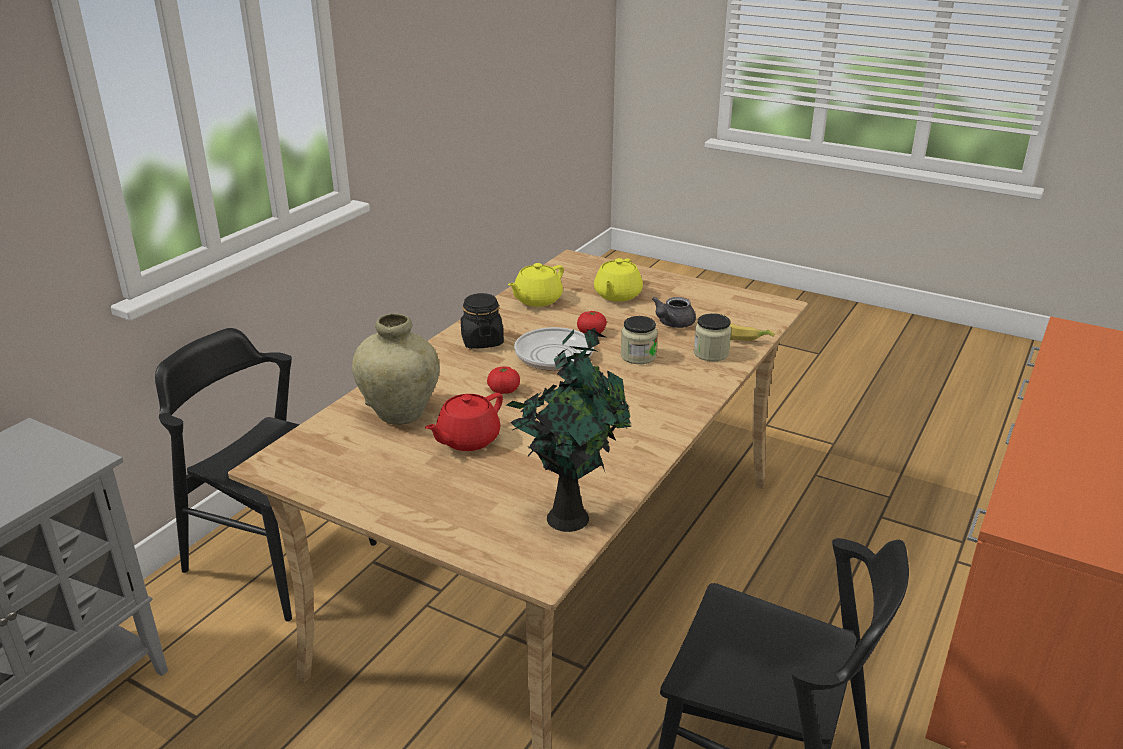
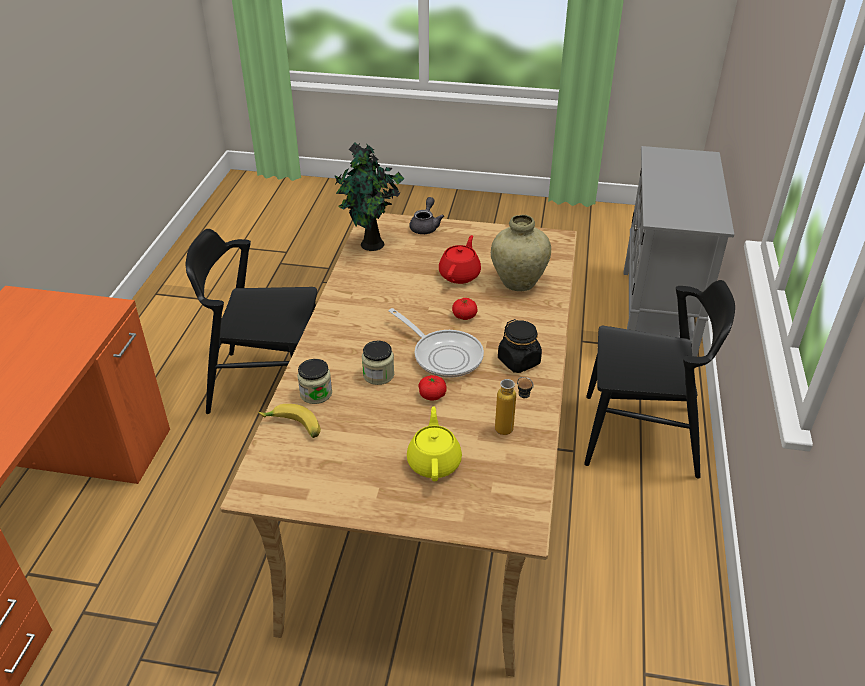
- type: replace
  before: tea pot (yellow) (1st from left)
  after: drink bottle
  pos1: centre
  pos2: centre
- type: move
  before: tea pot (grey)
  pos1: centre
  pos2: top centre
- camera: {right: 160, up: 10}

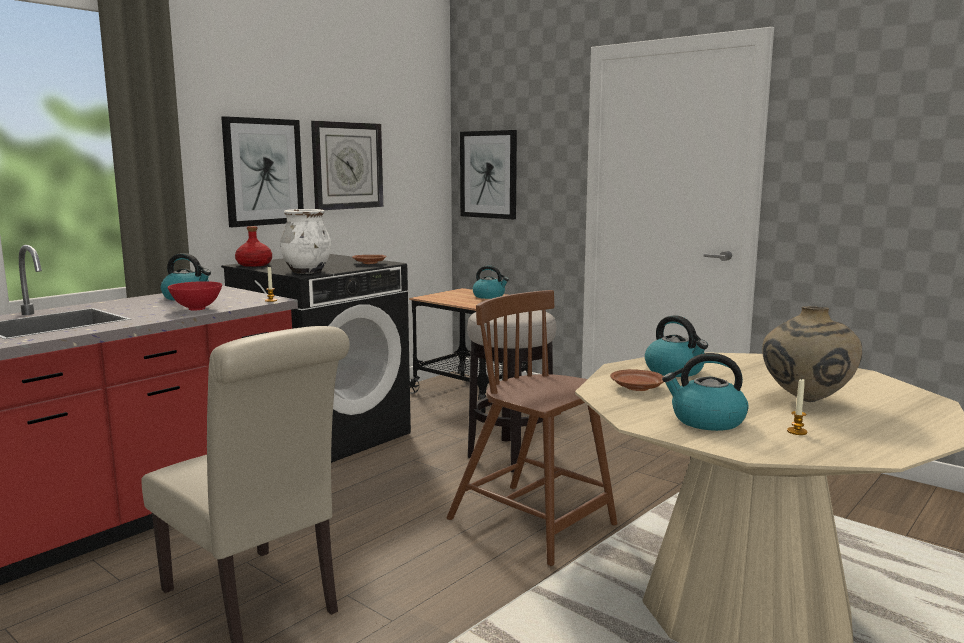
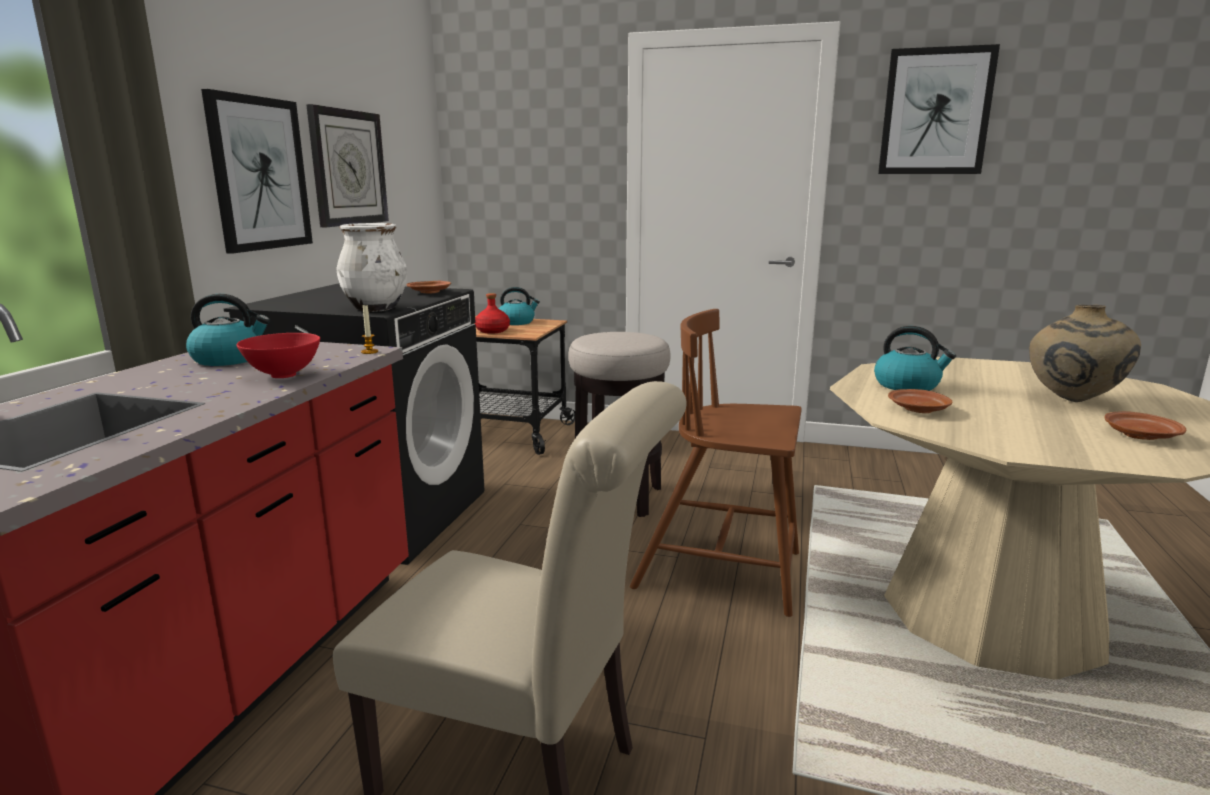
- type: move
  before: picture (2nd from left)
  pos1: top centre
  pos2: top right
- type: move
  before: drink bottle (reddish)
  pos1: middle left
  pos2: centre
- type: delete
  before: water kettle (4th from left)
  pos1: middle right
- type: replace
  before: candle (2nd from left)
  after: plate (brown-coloured) (3rd from left)
  pos1: middle right
  pos2: middle right
- camera: {right: -25, up: 5}

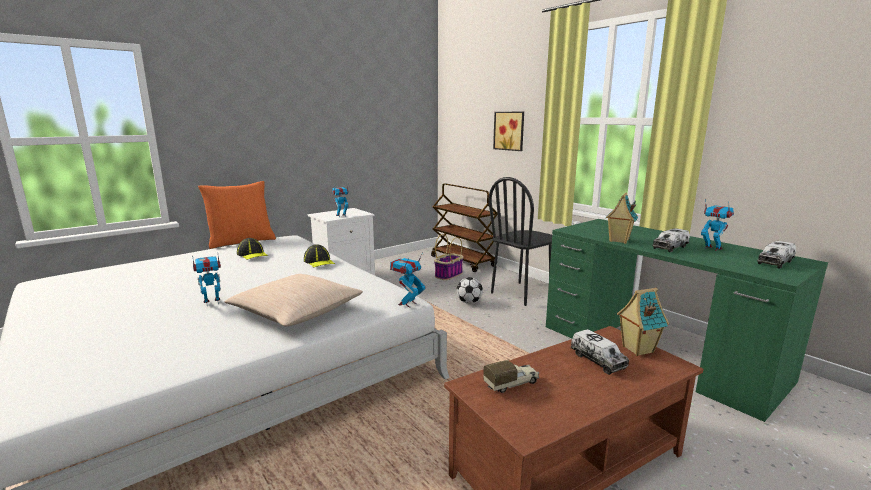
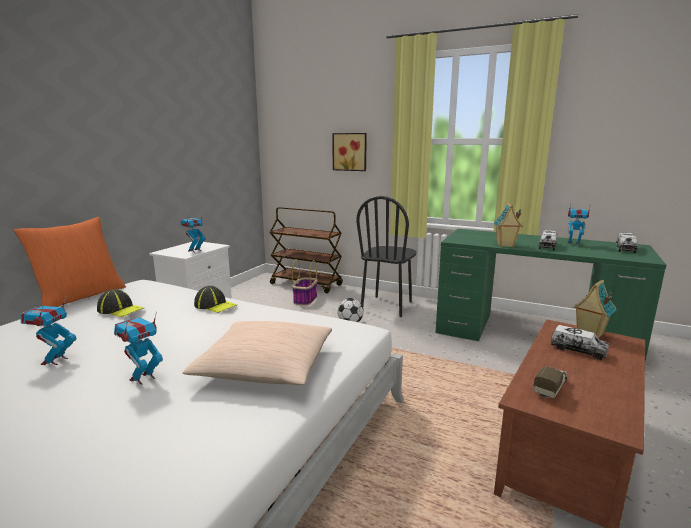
- type: move
  before: toy robot (3rd from left in the first image)
  after: toy robot (1st from left)
  pos1: centre
  pos2: middle left
- camera: {right: -25, up: 0}

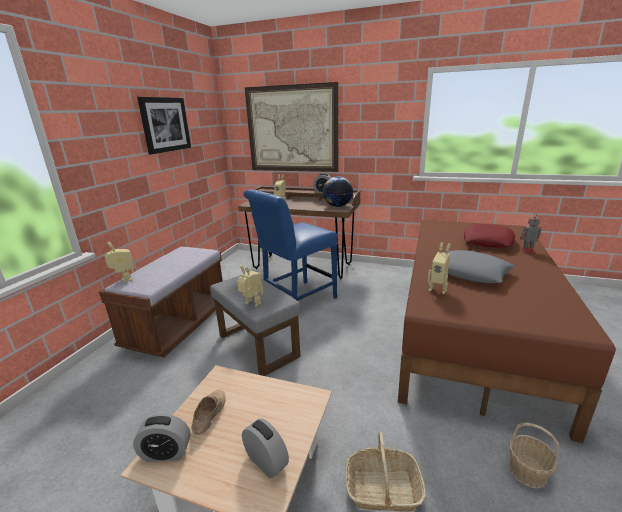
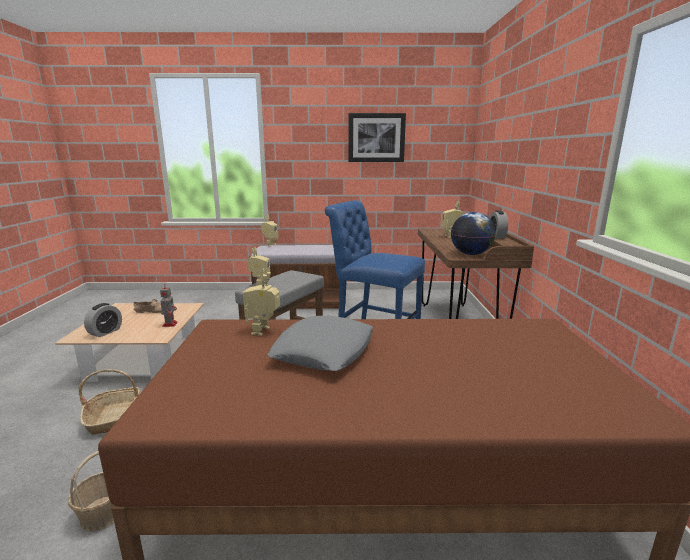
- type: delete
  before: picture (2nd from left)
  pos1: top centre
- type: move
  before: toy robot (5th from left in the first image)
  after: toy robot (1st from left)
  pos1: middle right
  pos2: middle left
- type: delete
  before: pillow (reddish)
  pos1: middle right
- type: delete
  before: bedside clock (1st from left)
  pos1: bottom left
- camera: {right: 70, up: -5}

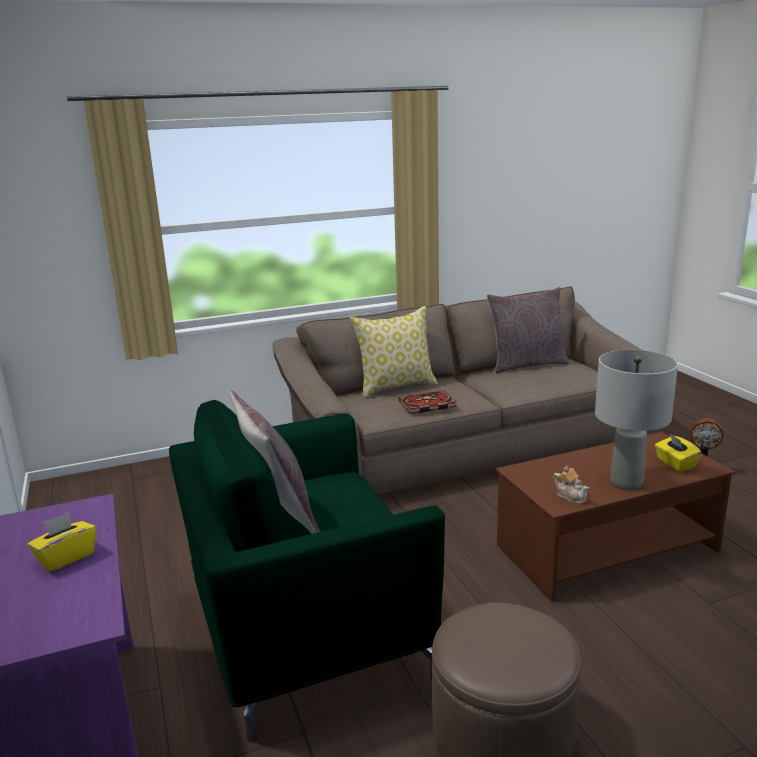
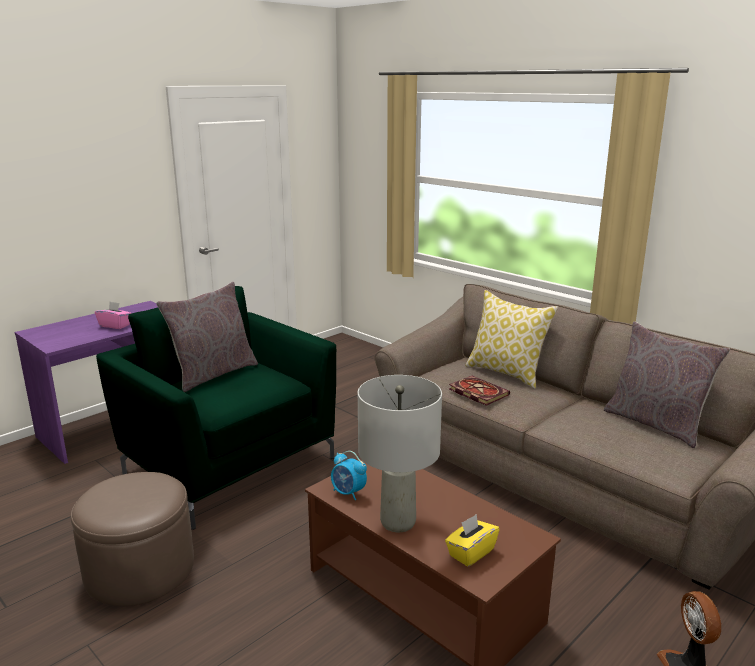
- type: replace
  before: tea pot
  after: bedside clock
  pos1: middle right
  pos2: bottom centre
- type: recolor
  before: box of tissues (yellow) (1st from left)
  after: box of tissues (pink-coloured)
  pos1: bottom left
  pos2: middle left
- camera: {right: 65, up: 0}

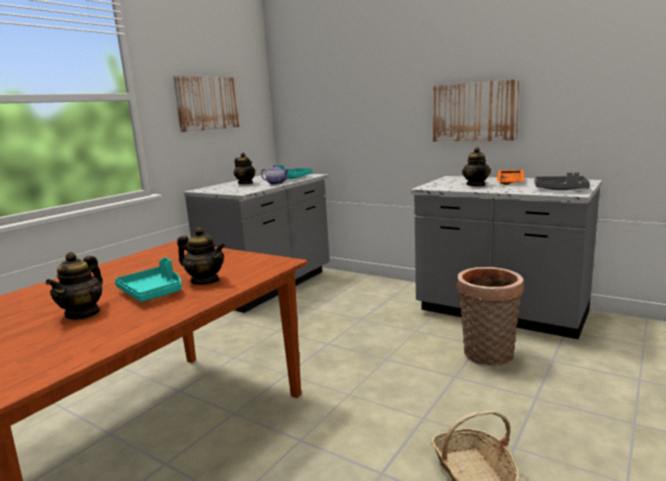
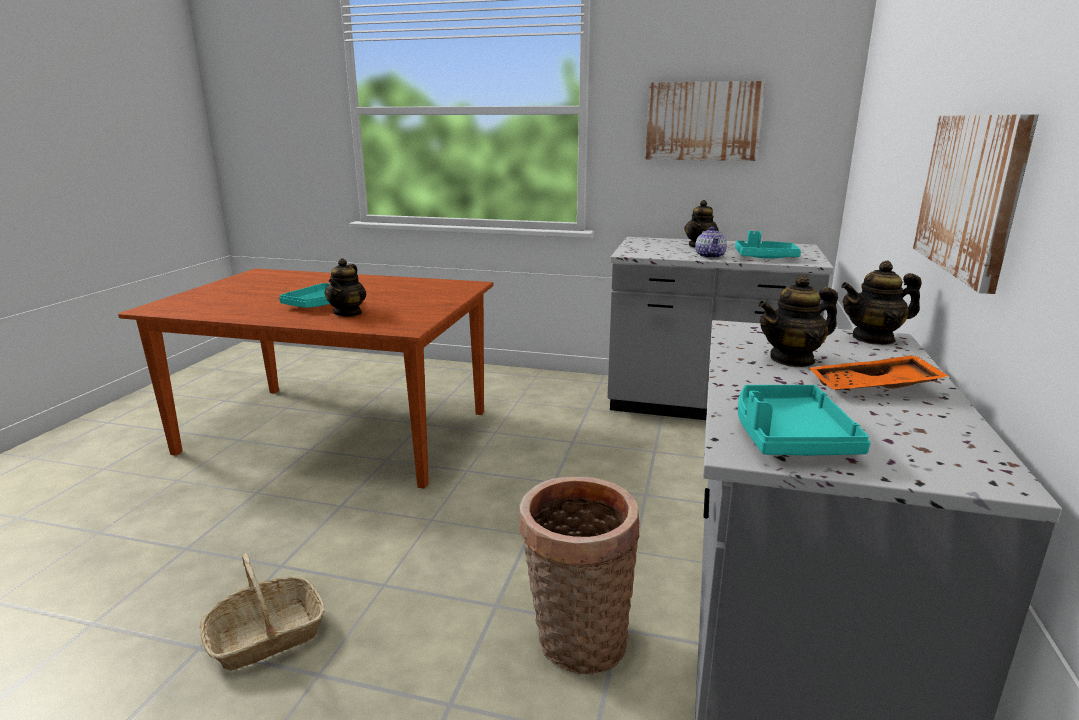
- type: recolor
  before: serving tray (grey)
  after: serving tray (blue-green) (3rd from left)
  pos1: middle right
  pos2: middle right
- type: move
  before: tea pot (1st from left in the first image)
  after: tea pot (5th from left)
  pos1: middle left
  pos2: middle right
- camera: {right: 70, up: 5}

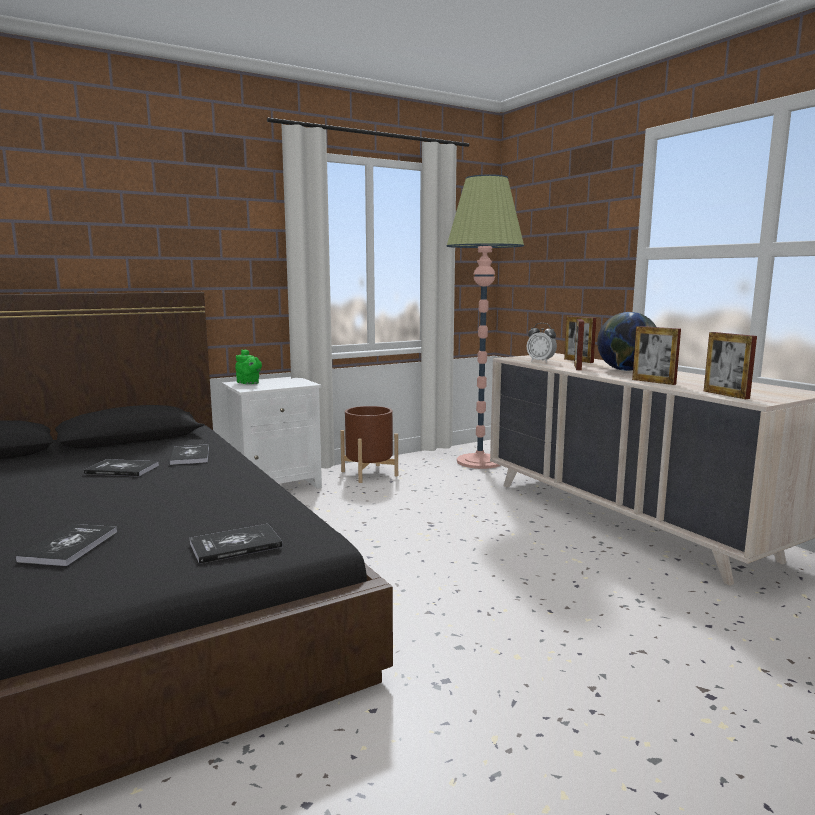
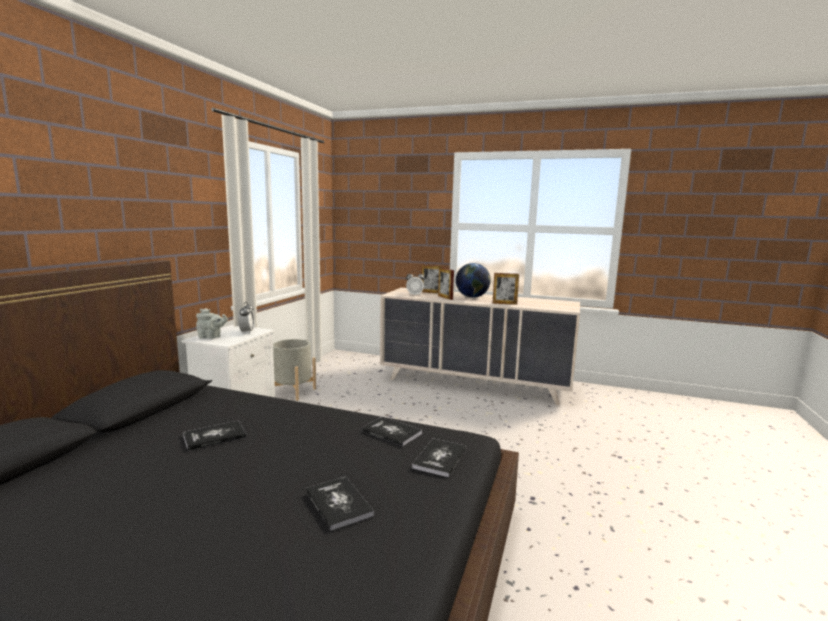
- type: delete
  before: standing lamp
  pos1: centre
- type: delete
  before: photo frame (4th from left)
  pos1: middle right
- type: recolor
  before: tea pot (green)
  after: tea pot (grey)
  pos1: middle left
  pos2: middle left
- type: recolor
  before: flower pot (brown-coloured)
  after: flower pot (grey)
  pos1: centre
  pos2: centre
- type: move
  before: volume (3rd from left)
  pos1: middle left
  pos2: bottom centre
- type: insert
  after: bedside clock (1st from left)
  pos2: middle left
- camera: {right: -40, up: 0}

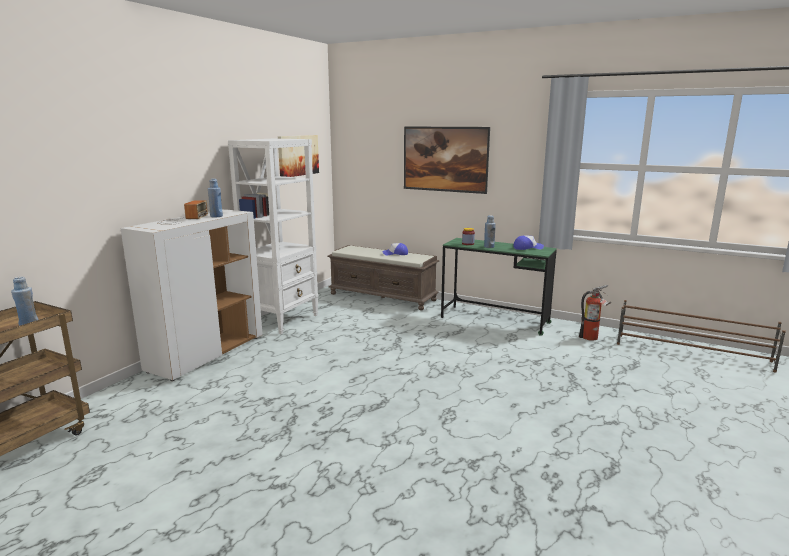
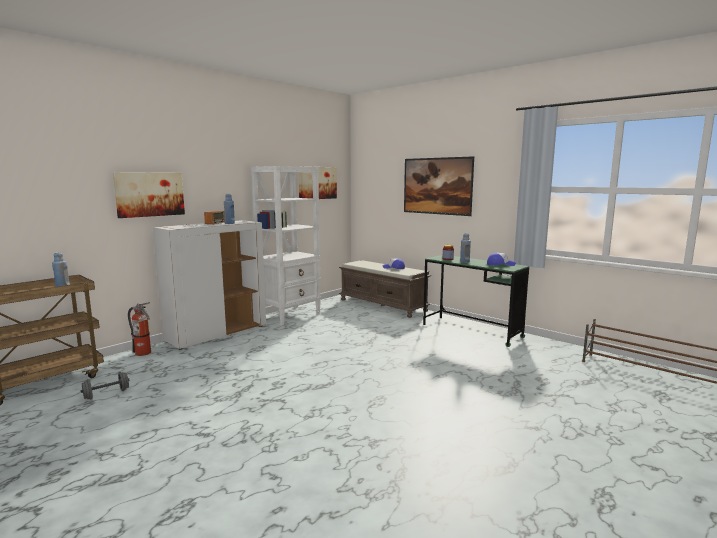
- type: move
  before: fire-fighting cylinder
  pos1: middle right
  pos2: middle left
- type: insert
  after: picture (1st from left)
  pos2: middle left
- type: insert
  after: dumbbell (grey)
  pos2: bottom left
- camera: {right: 15, up: -5}

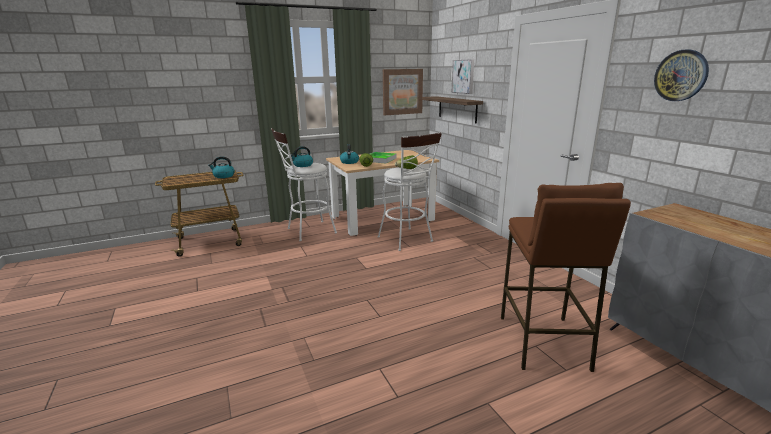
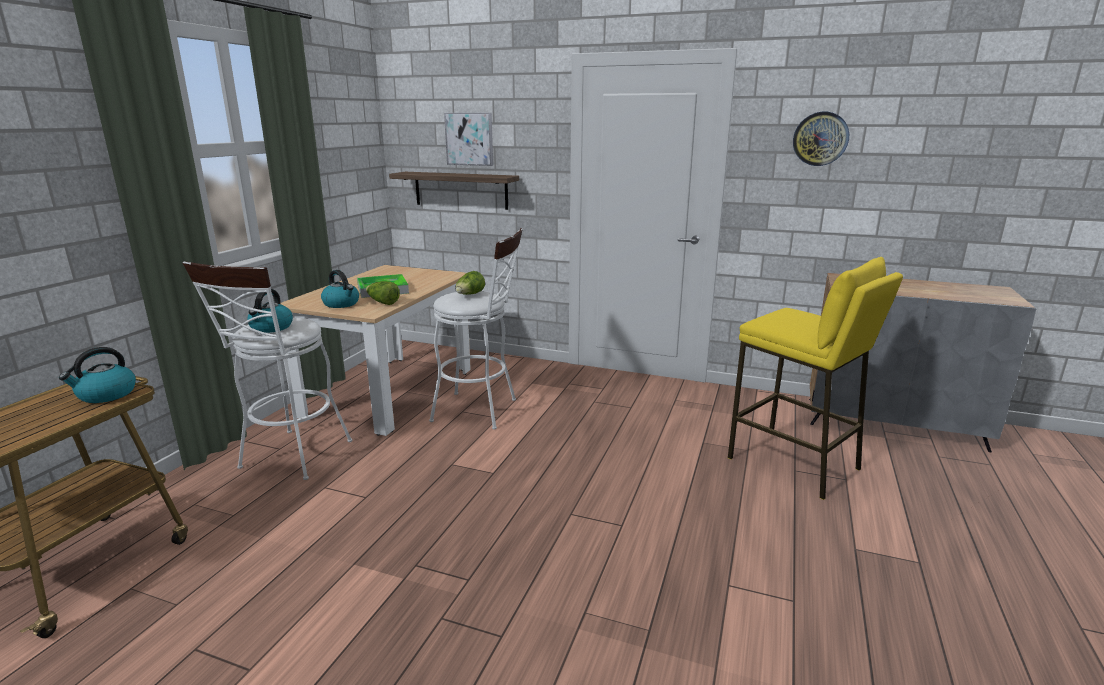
- type: delete
  before: picture (1st from left)
  pos1: top centre
- type: recolor
  before: stool (brown-coloured)
  after: stool (yellow)
  pos1: middle right
  pos2: middle right
- camera: {right: -45, up: 0}

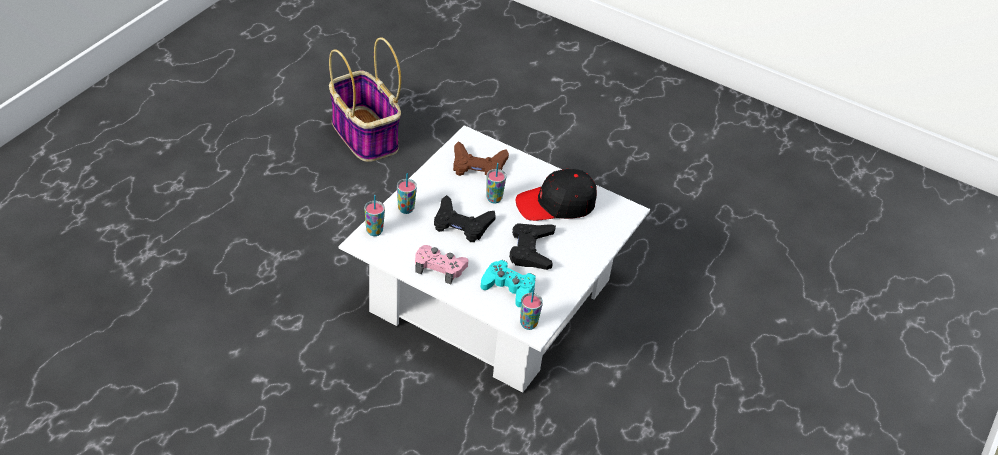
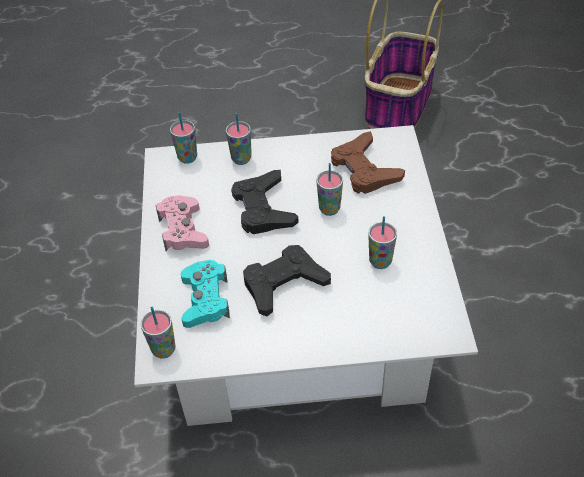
- type: replace
  before: cap (blackish)
  after: cup (5th from left)
  pos1: centre
  pos2: centre
- camera: {right: 60, up: 5}

